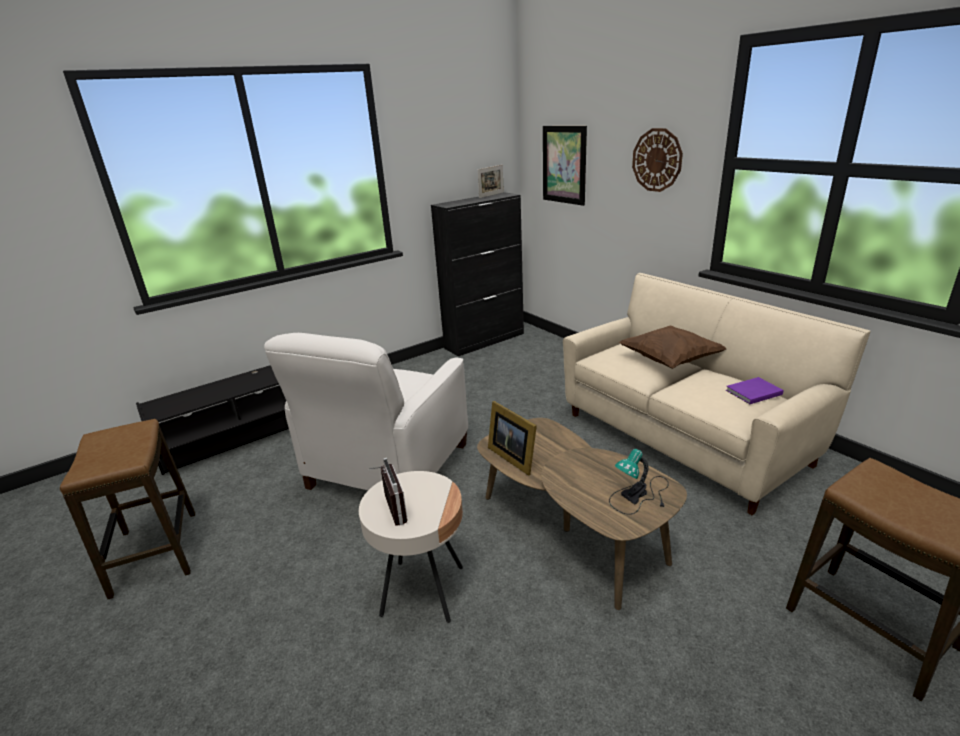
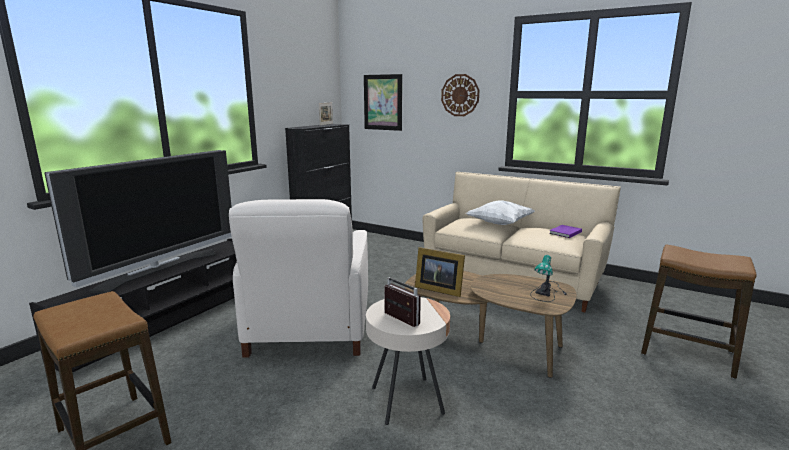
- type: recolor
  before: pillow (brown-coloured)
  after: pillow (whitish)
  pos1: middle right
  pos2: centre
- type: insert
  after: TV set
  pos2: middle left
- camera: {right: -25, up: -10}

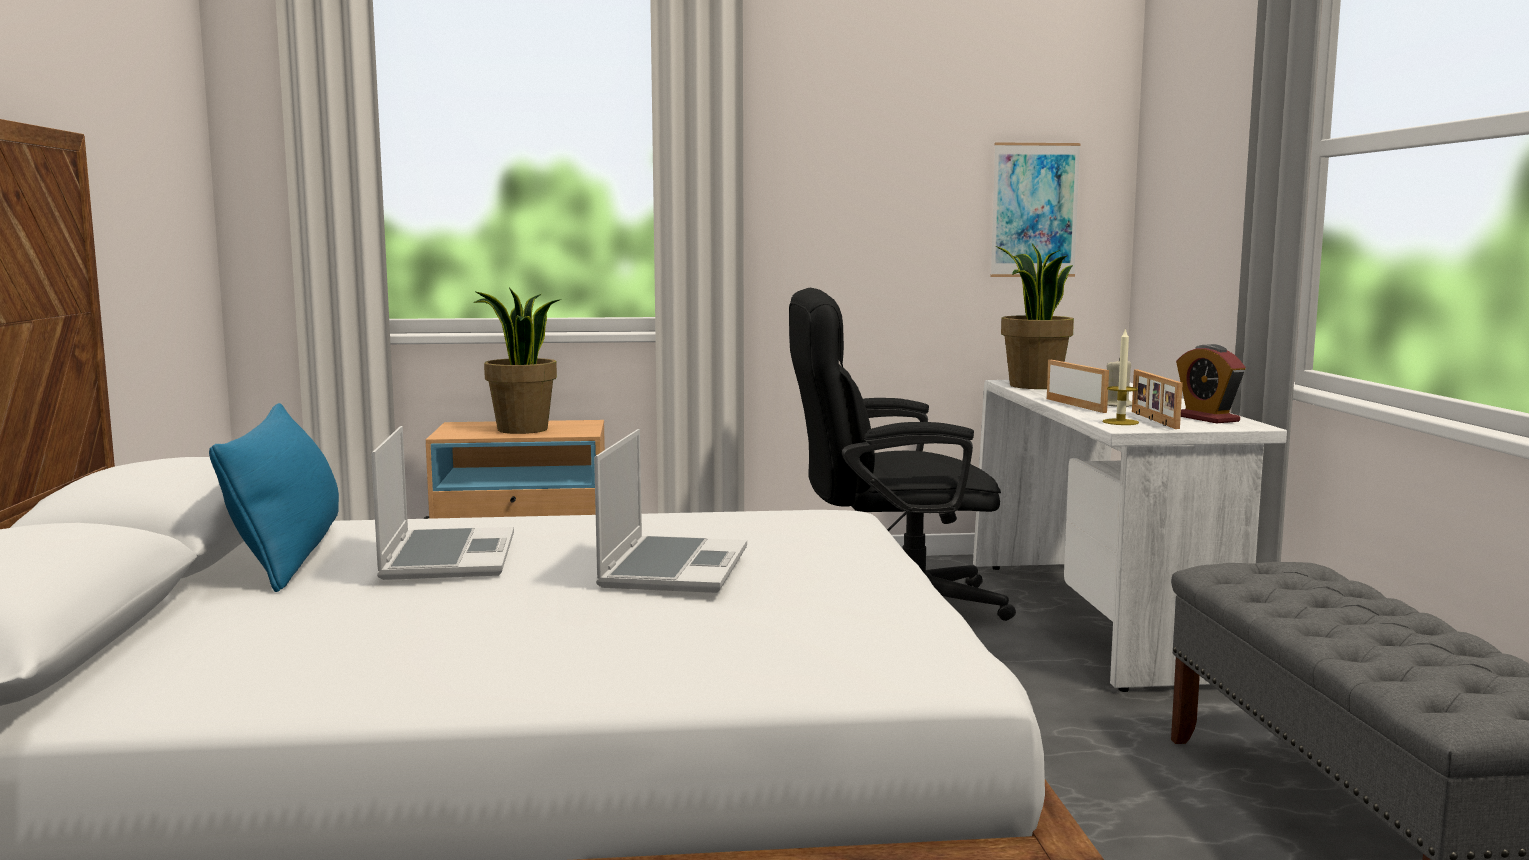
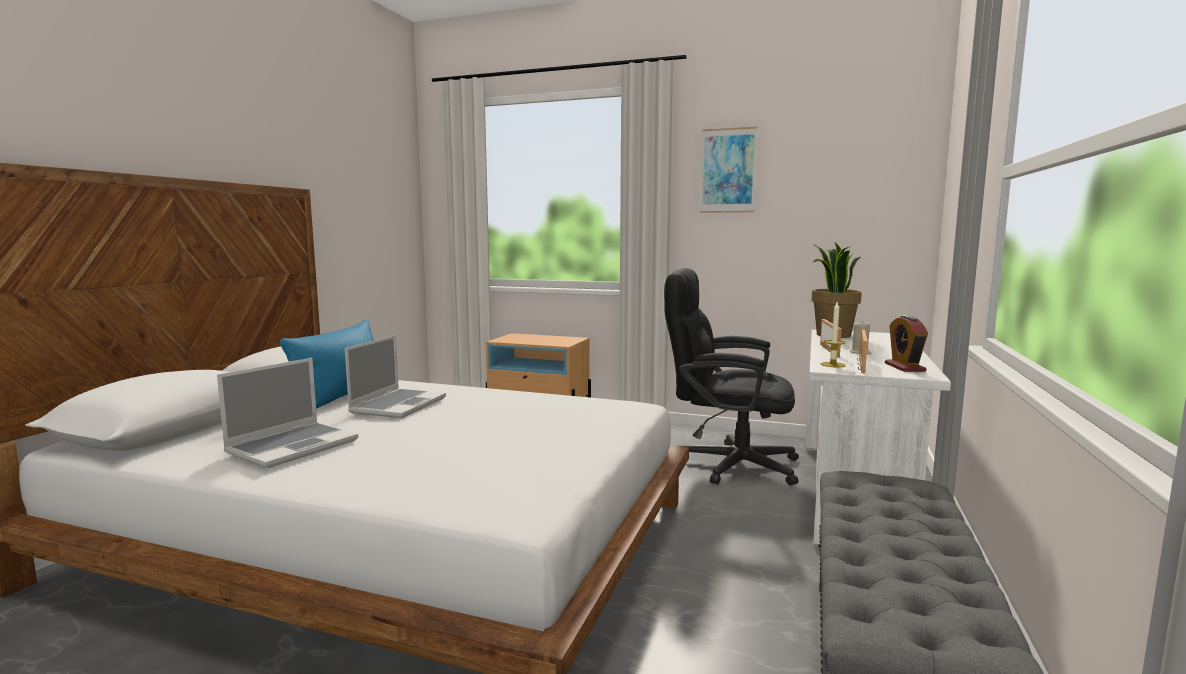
- type: move
  before: picture
  pos1: top right
  pos2: top centre
- type: delete
  before: houseplant (1st from left)
  pos1: centre
- type: move
  before: laptop (2nd from left in the first image)
  after: laptop (1st from left)
  pos1: centre
  pos2: middle left
- camera: {right: 25, up: 0}

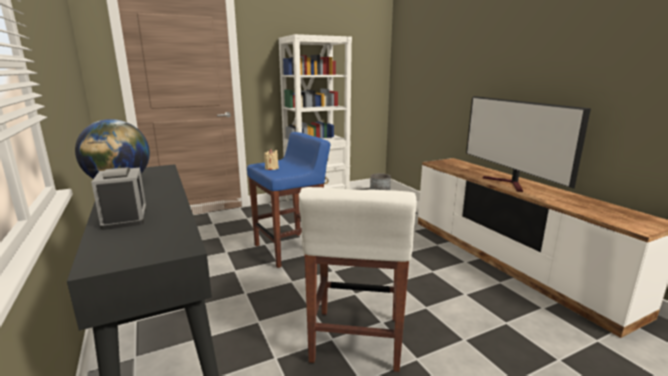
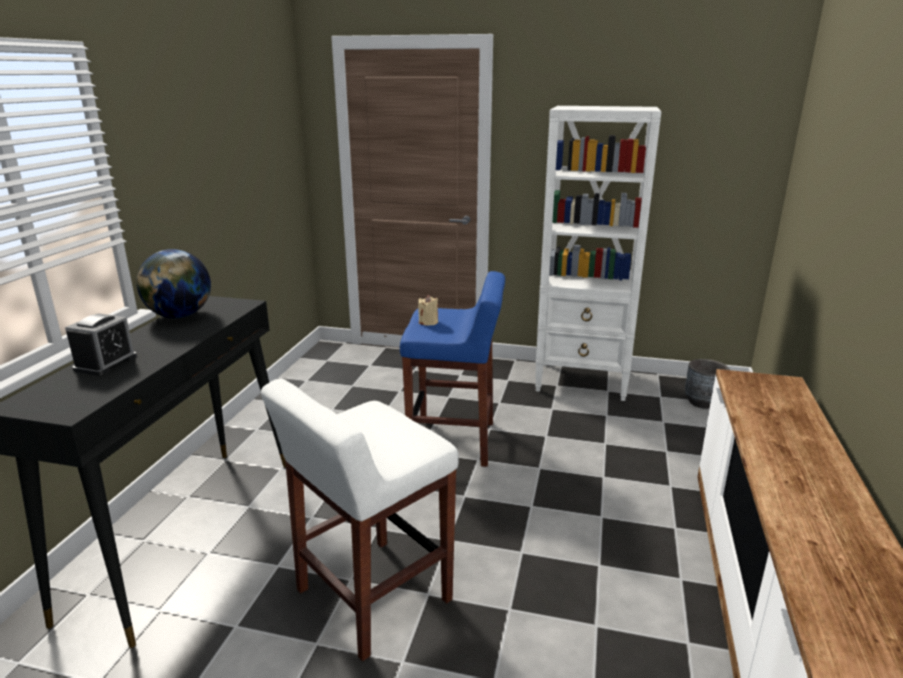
- type: delete
  before: TV set
  pos1: middle right
- camera: {right: 40, up: 5}

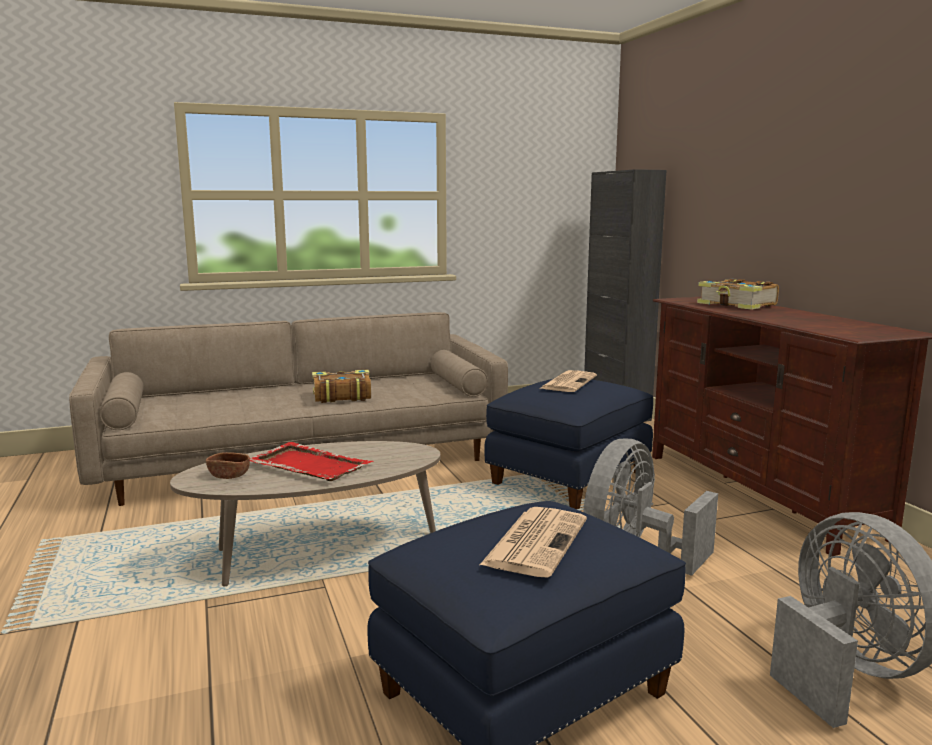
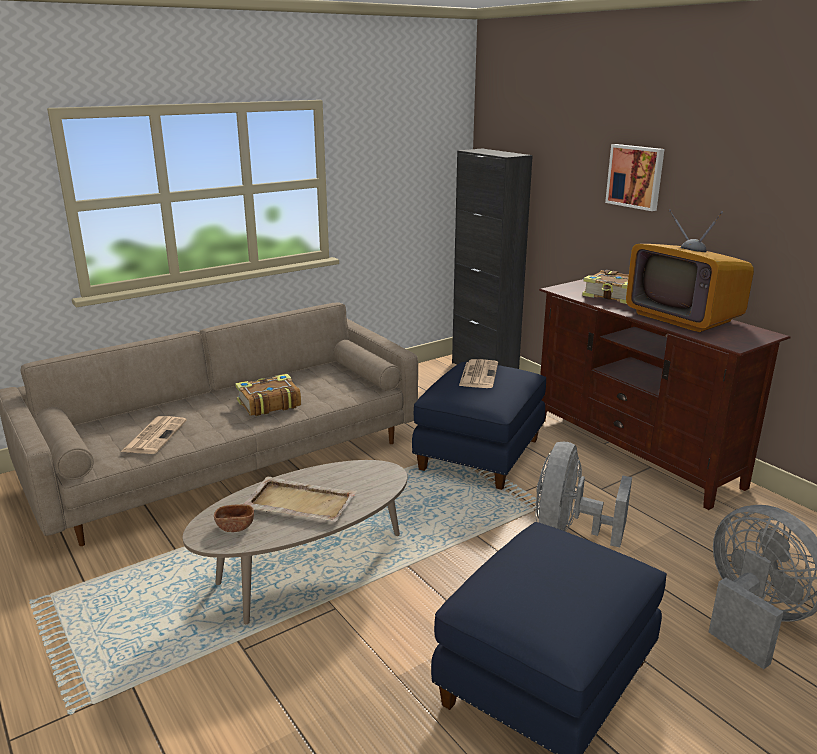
- type: recolor
  before: serving tray (reddish)
  after: serving tray (sand-coloured)
  pos1: centre
  pos2: centre
- type: move
  before: printed paper (1st from left)
  pos1: bottom centre
  pos2: middle left
- type: insert
  after: picture
  pos2: top right
- type: insert
  after: TV set
  pos2: middle right
- camera: {right: -15, up: 10}

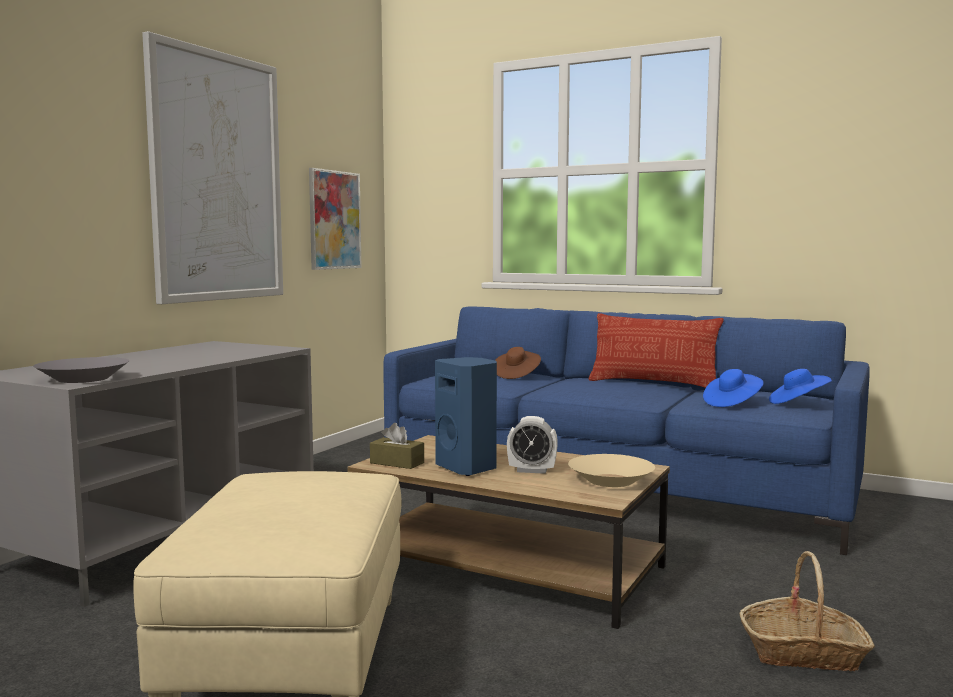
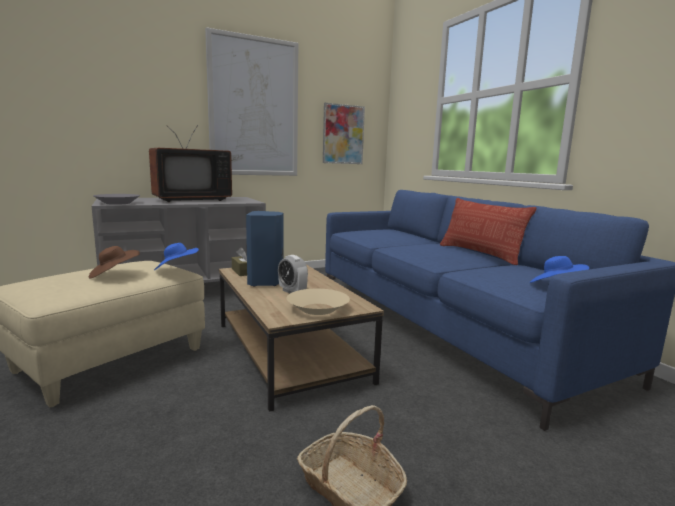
- type: move
  before: hat (brown-coloured)
  pos1: centre
  pos2: middle left
- type: move
  before: hat (blue) (1st from left)
  pos1: middle right
  pos2: middle left
- type: insert
  after: TV set
  pos2: top left
- camera: {right: 35, up: 5}

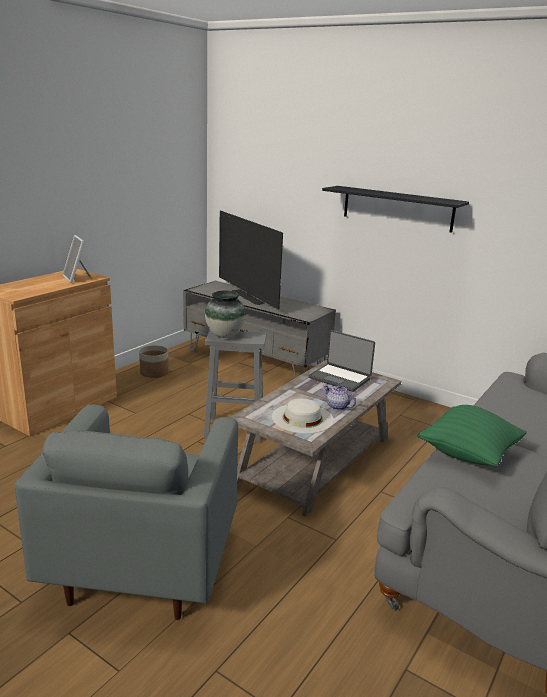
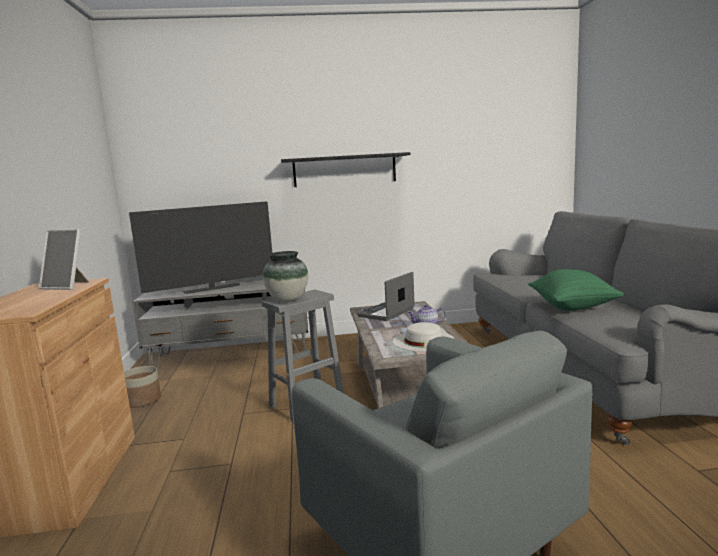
- type: rotate
  before: TV set
  pos1: centre
  pos2: middle left
  turn: -45
- type: rotate
  before: laptop
  pos1: centre
  pos2: centre
  turn: 135
- camera: {right: -40, up: -10}

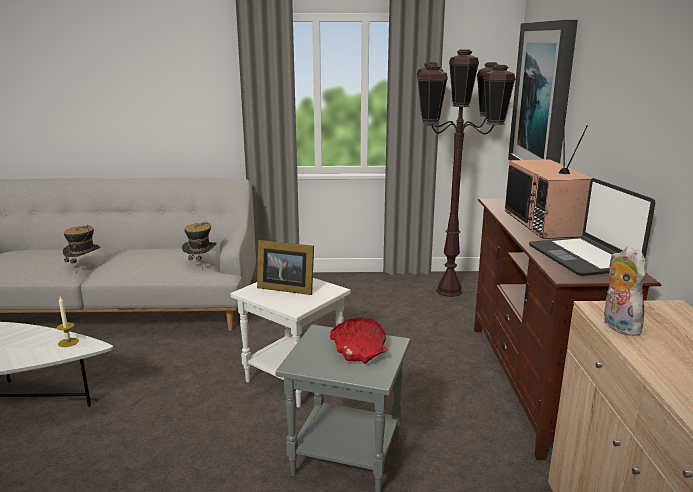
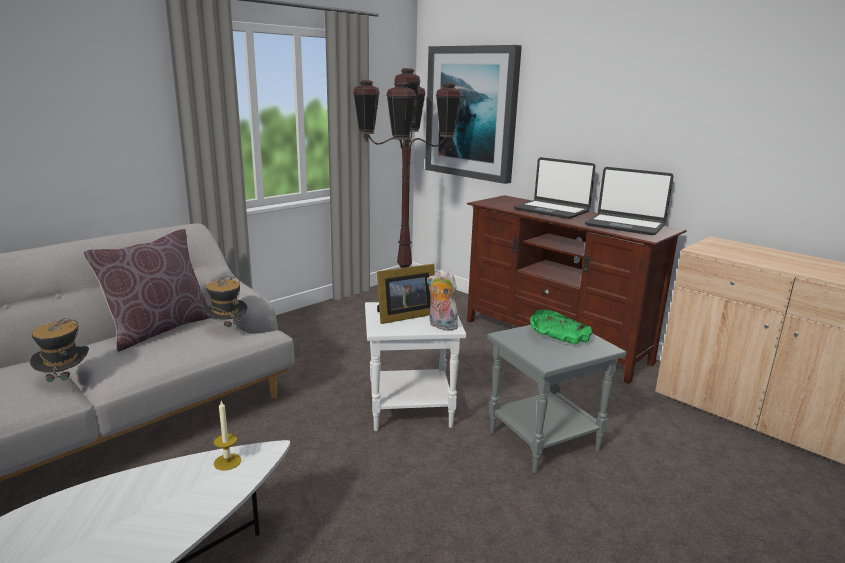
- type: replace
  before: TV set
  after: laptop (1st from left)
  pos1: middle right
  pos2: centre
- type: move
  before: soft toy
  pos1: middle right
  pos2: centre
- type: recolor
  before: serving bowl (reddish)
  after: serving bowl (green)
  pos1: bottom centre
  pos2: centre
- type: insert
  after: pillow (brown-coloured)
  pos2: middle left
- camera: {right: -45, up: 0}

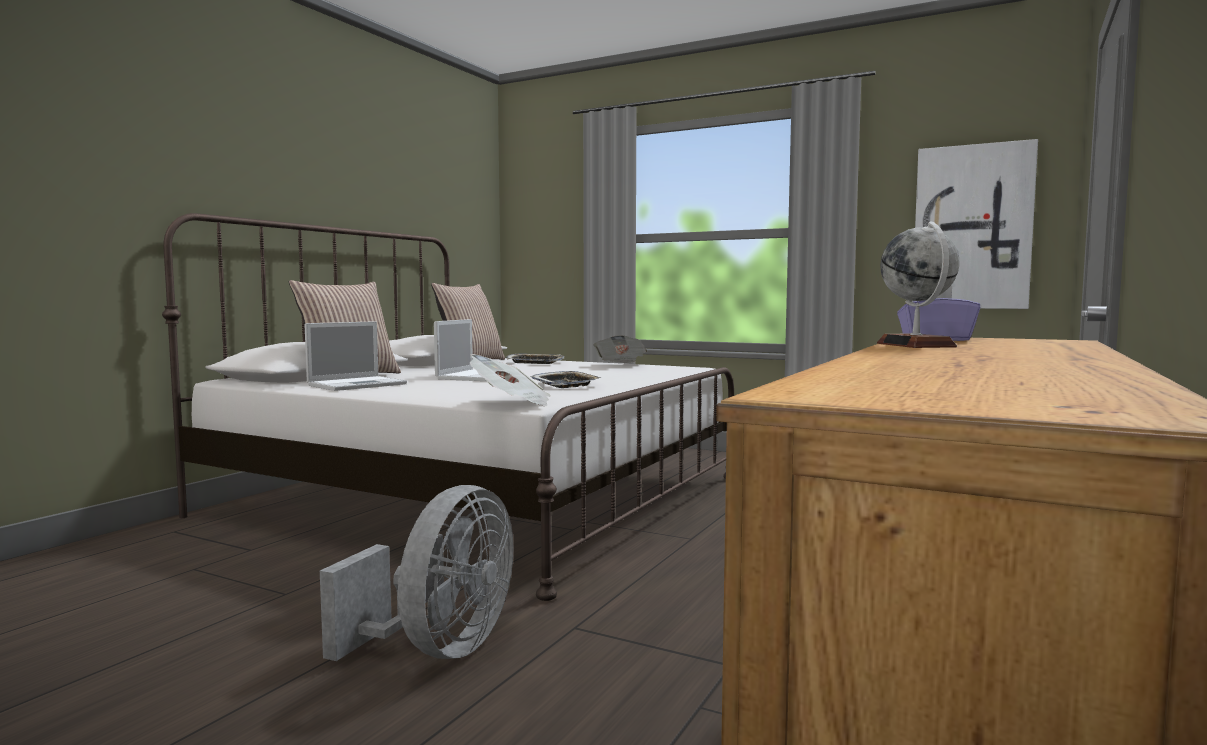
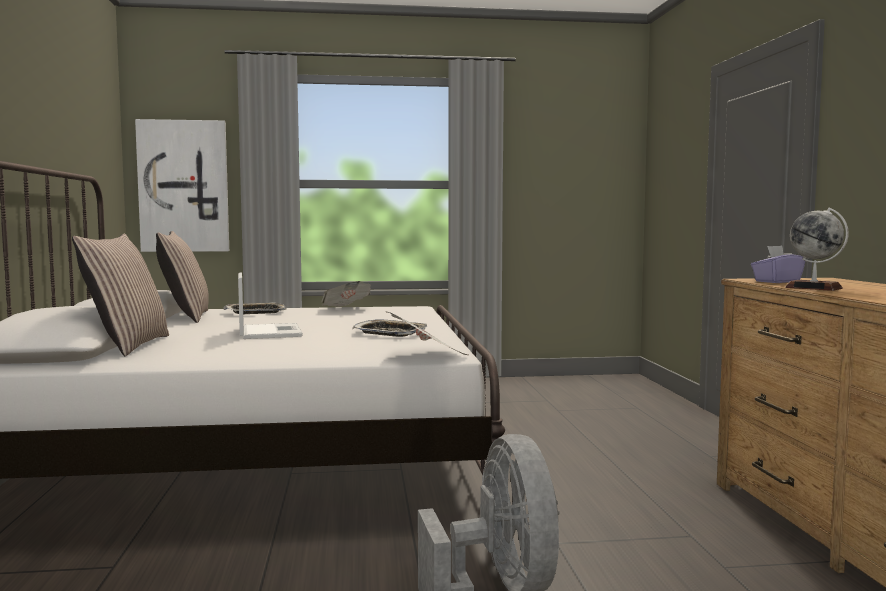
- type: move
  before: picture
  pos1: top right
  pos2: top left
- type: delete
  before: laptop (1st from left)
  pos1: middle left
- camera: {right: -35, up: 0}

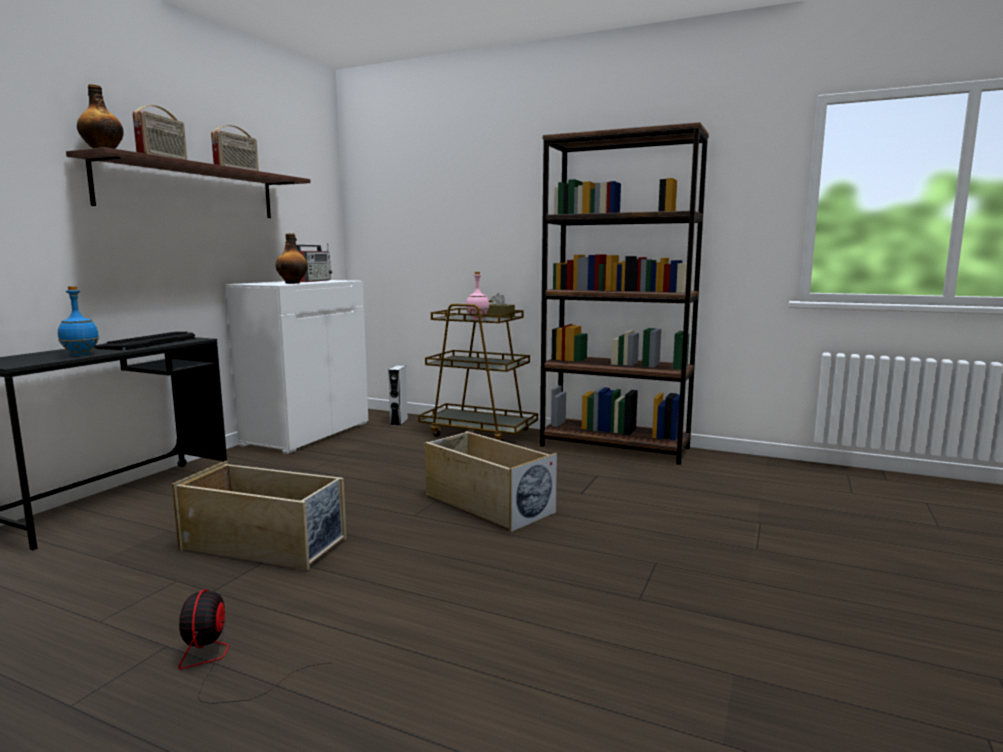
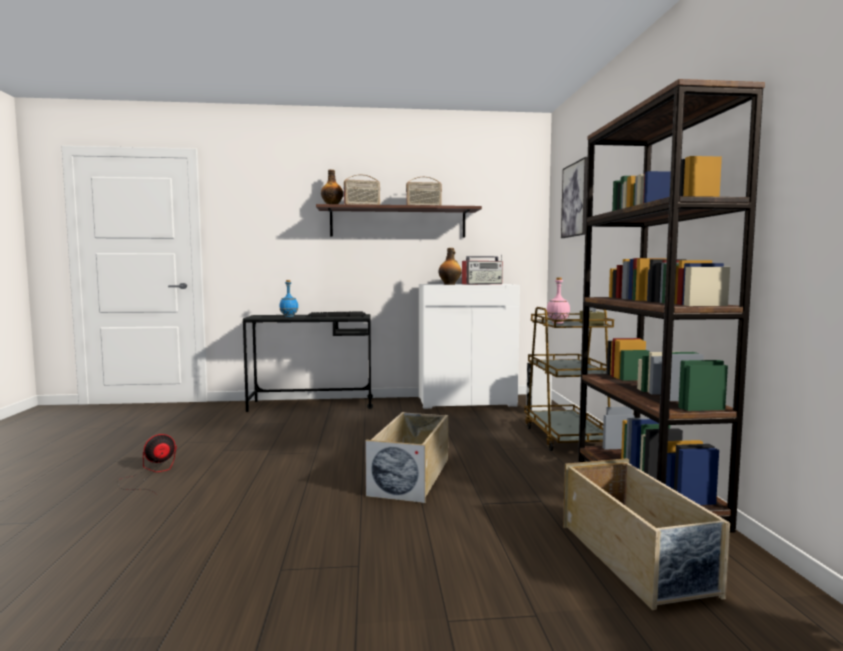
- type: move
  before: storage container (sand-coloured) (1st from left in the first image)
  after: storage container (sand-coloured) (2nd from left)
  pos1: bottom left
  pos2: bottom right
- type: insert
  after: picture
  pos2: top right
- camera: {right: 60, up: -5}

